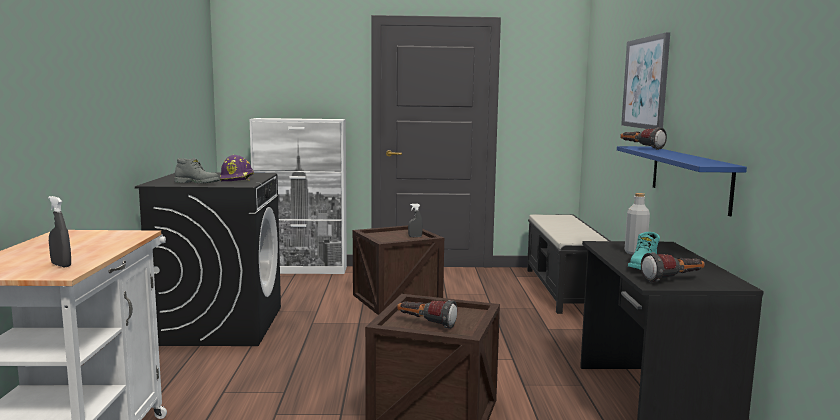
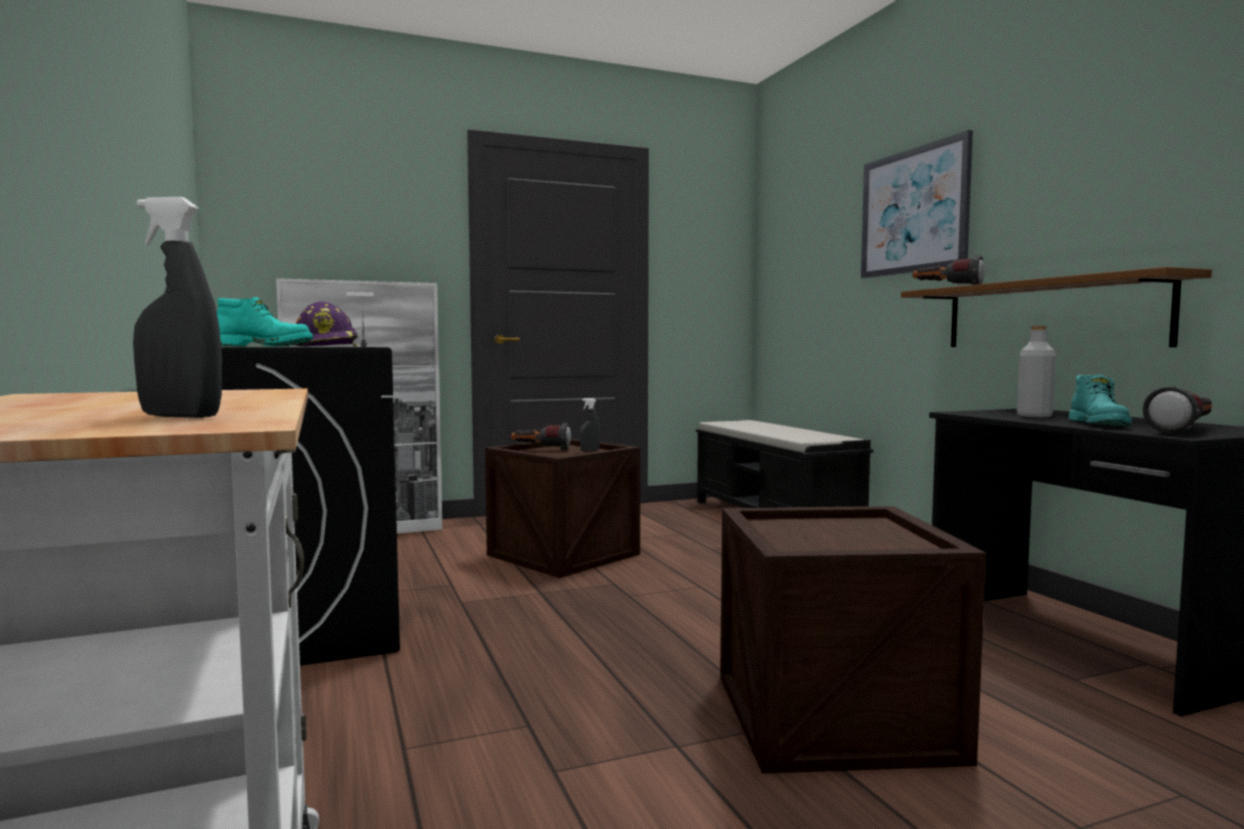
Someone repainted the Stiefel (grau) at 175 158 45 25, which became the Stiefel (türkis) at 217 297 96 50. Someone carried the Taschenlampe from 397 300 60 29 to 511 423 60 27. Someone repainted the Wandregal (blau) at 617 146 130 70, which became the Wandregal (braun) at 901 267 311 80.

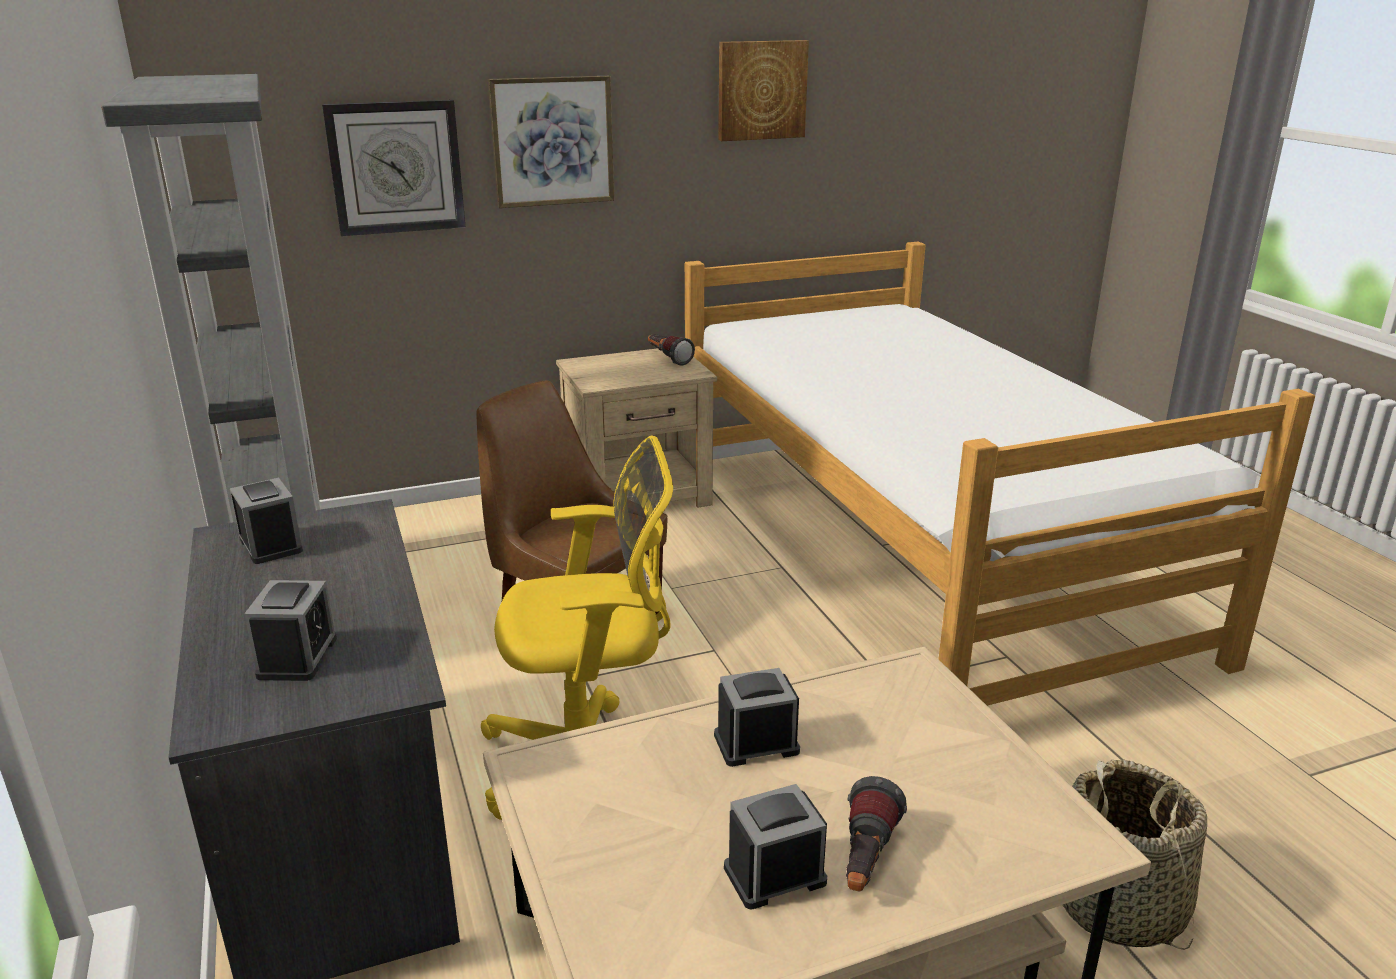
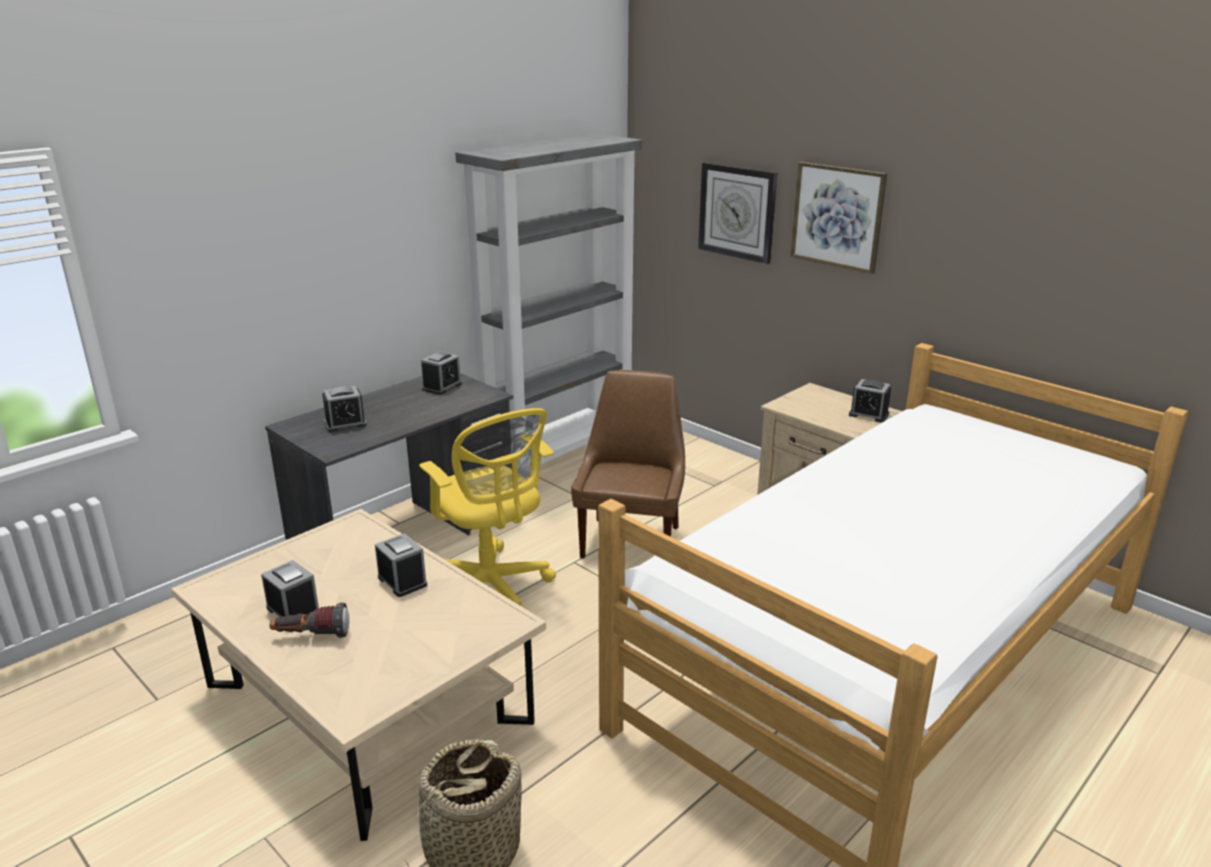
Someone swapped the Taschenlampe at 648 334 47 32 for the Wecker at 849 379 42 44. Someone took away the Bild at 718 40 91 101.

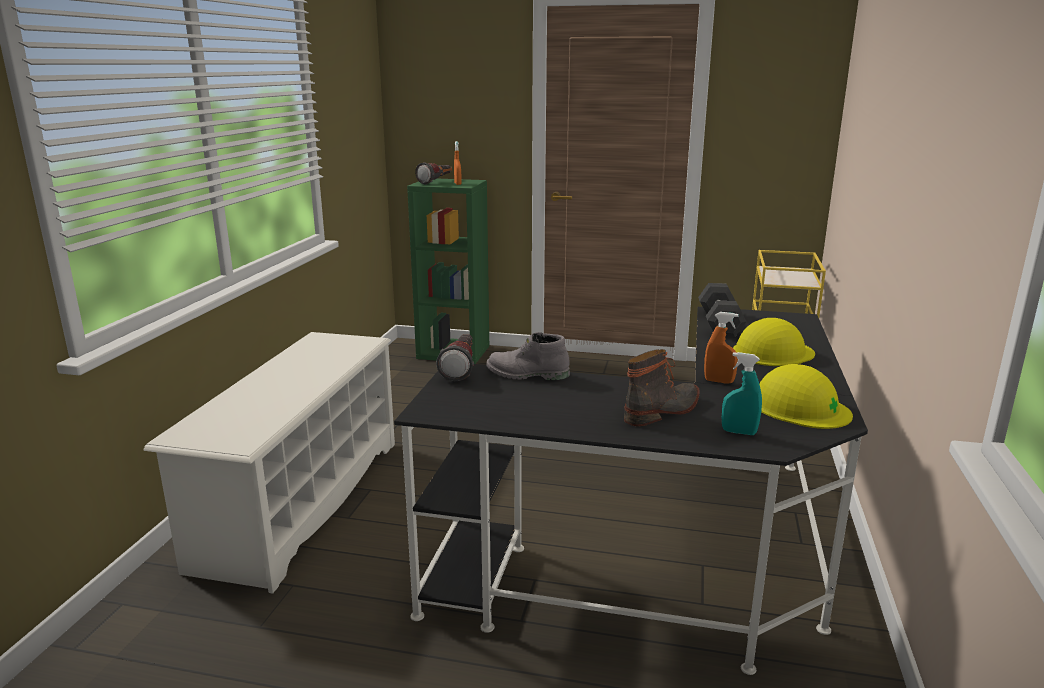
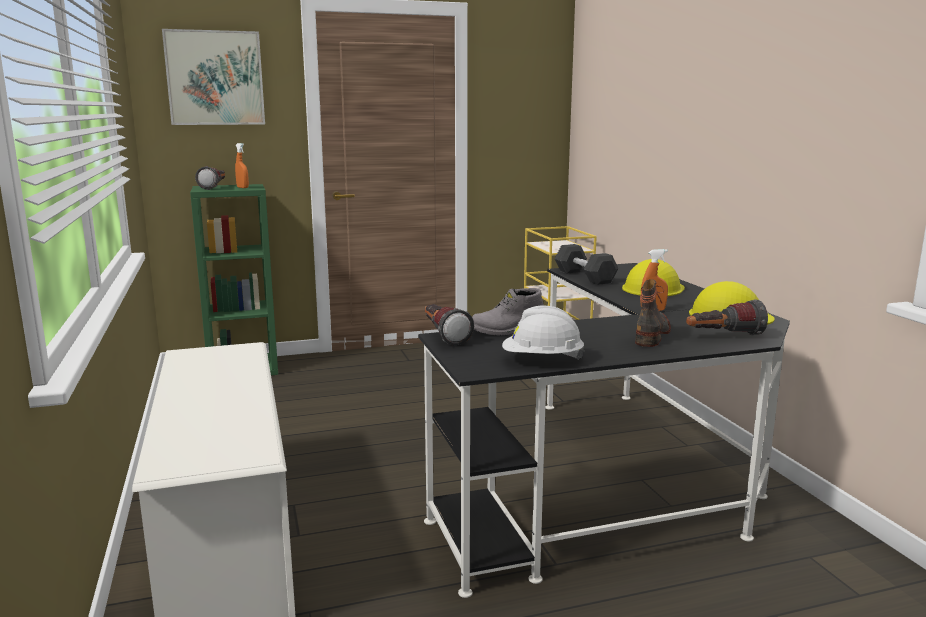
Someone swapped the Sprühflasche (türkis) at 722 352 40 83 for the Taschenlampe at 686 299 82 36. Someone put up the Bild at 162 29 103 96. Someone put down the Schutzhelm (weiß) at 502 305 83 55.

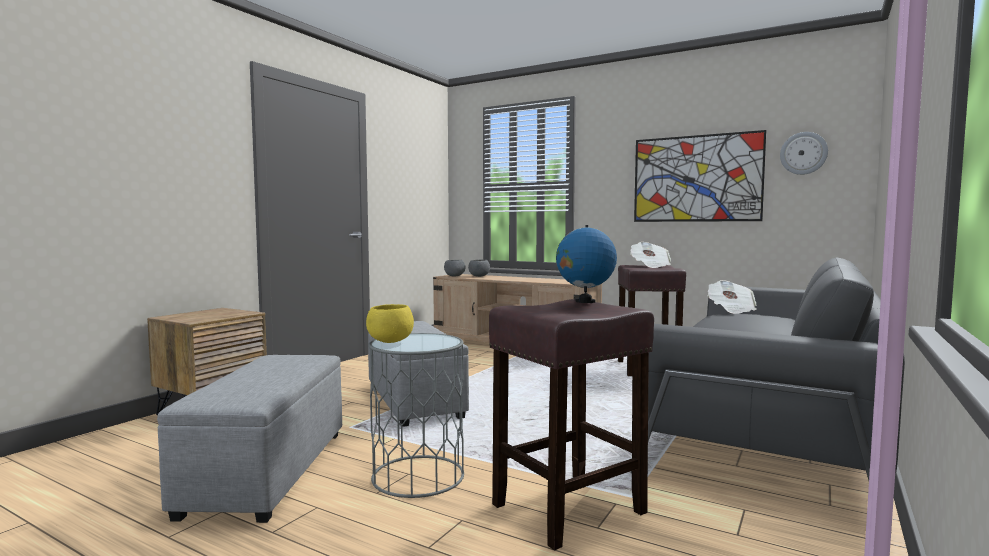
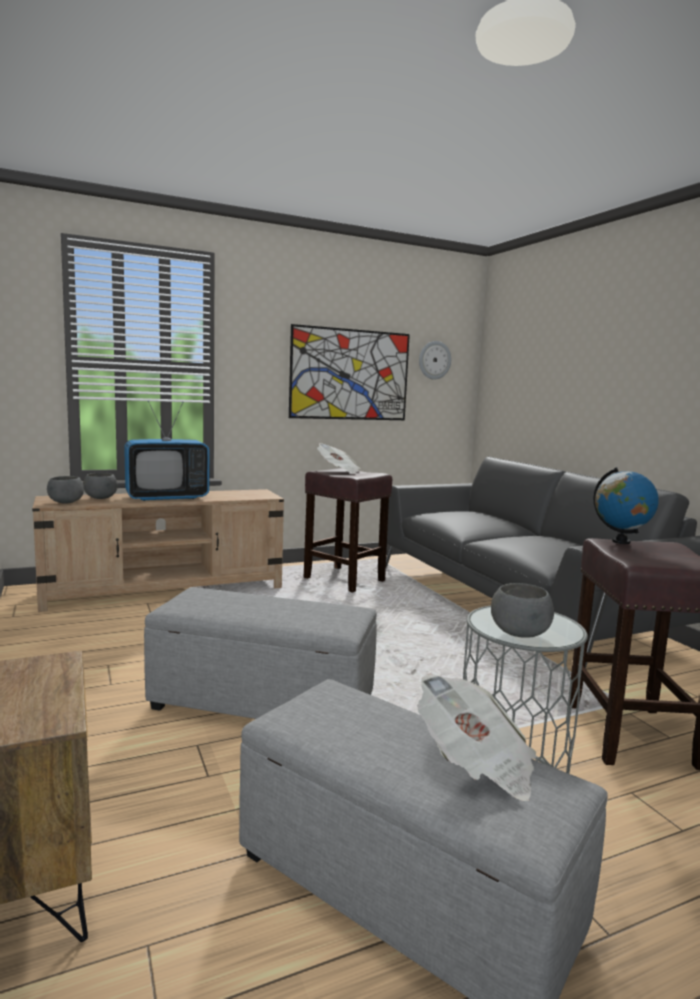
Someone repainted the Schüssel (gelb) at 366 304 48 39, which became the Schüssel (grau) at 491 583 63 55. Someone carried the Zeitung from 708 280 49 34 to 417 674 119 127. Someone put down the Fernseher at 124 401 85 100.

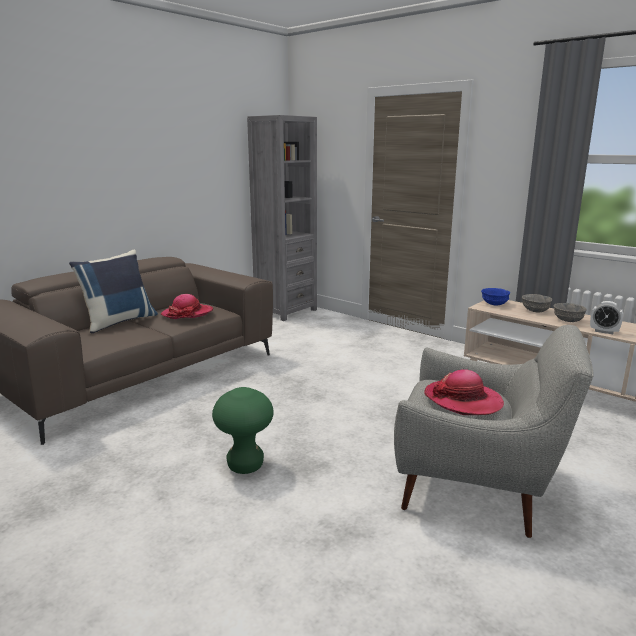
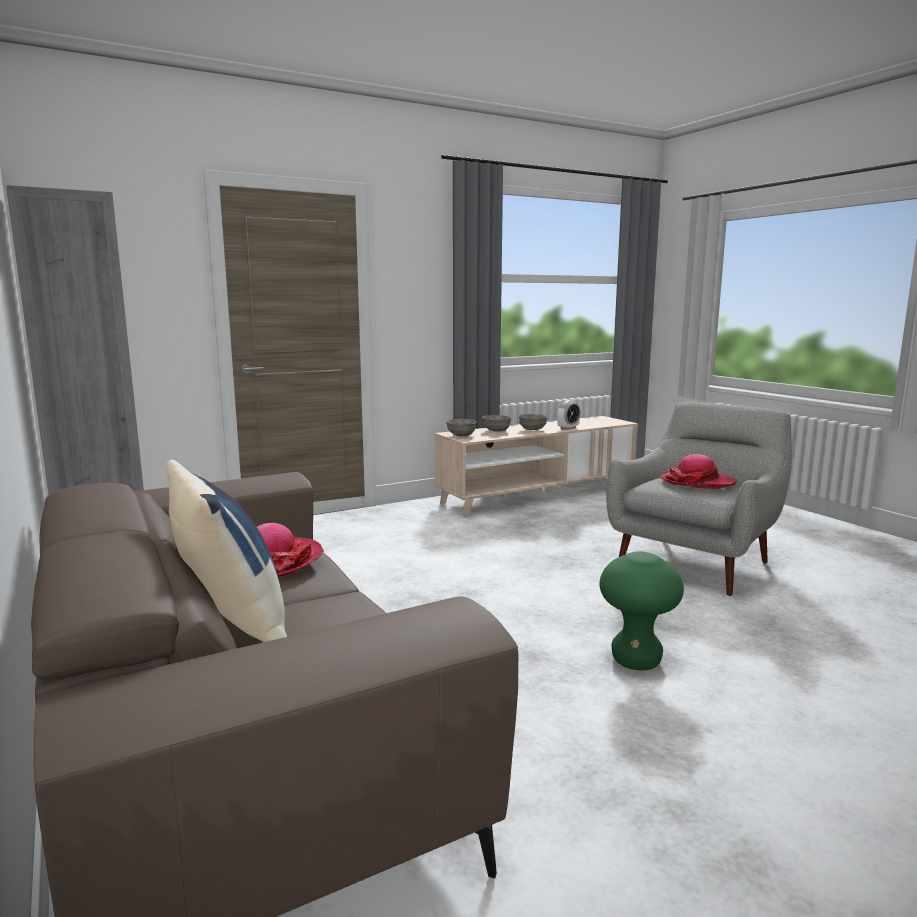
Someone repainted the Schüssel (blau) at 481 288 29 18, which became the Schüssel (grau) at 446 419 30 17.

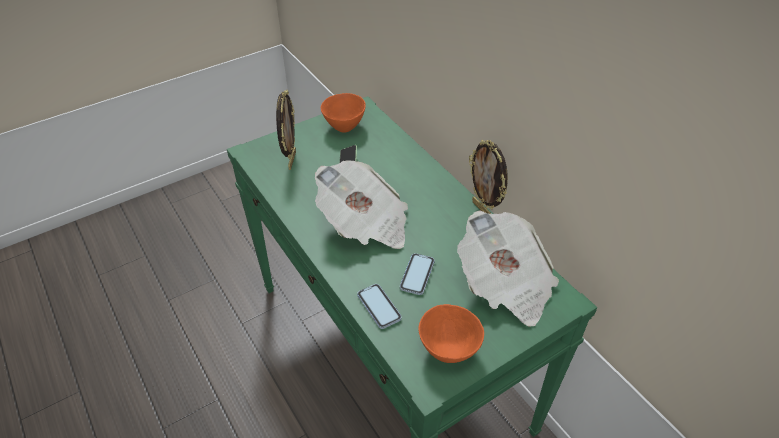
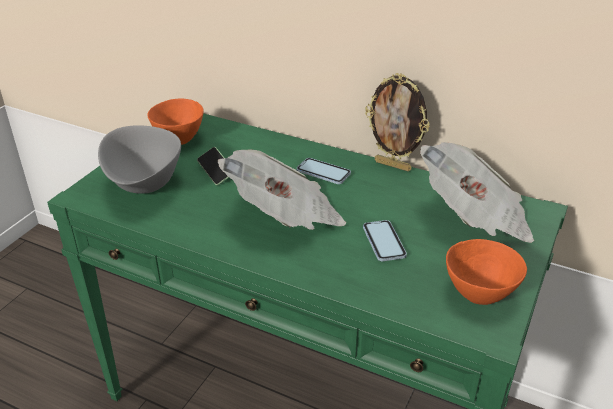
Someone swapped the Bilderrahmen at 276 90 20 80 for the Schüssel (grau) at 98 125 83 69. Someone carried the Handy from 357 284 45 45 to 297 158 54 26.

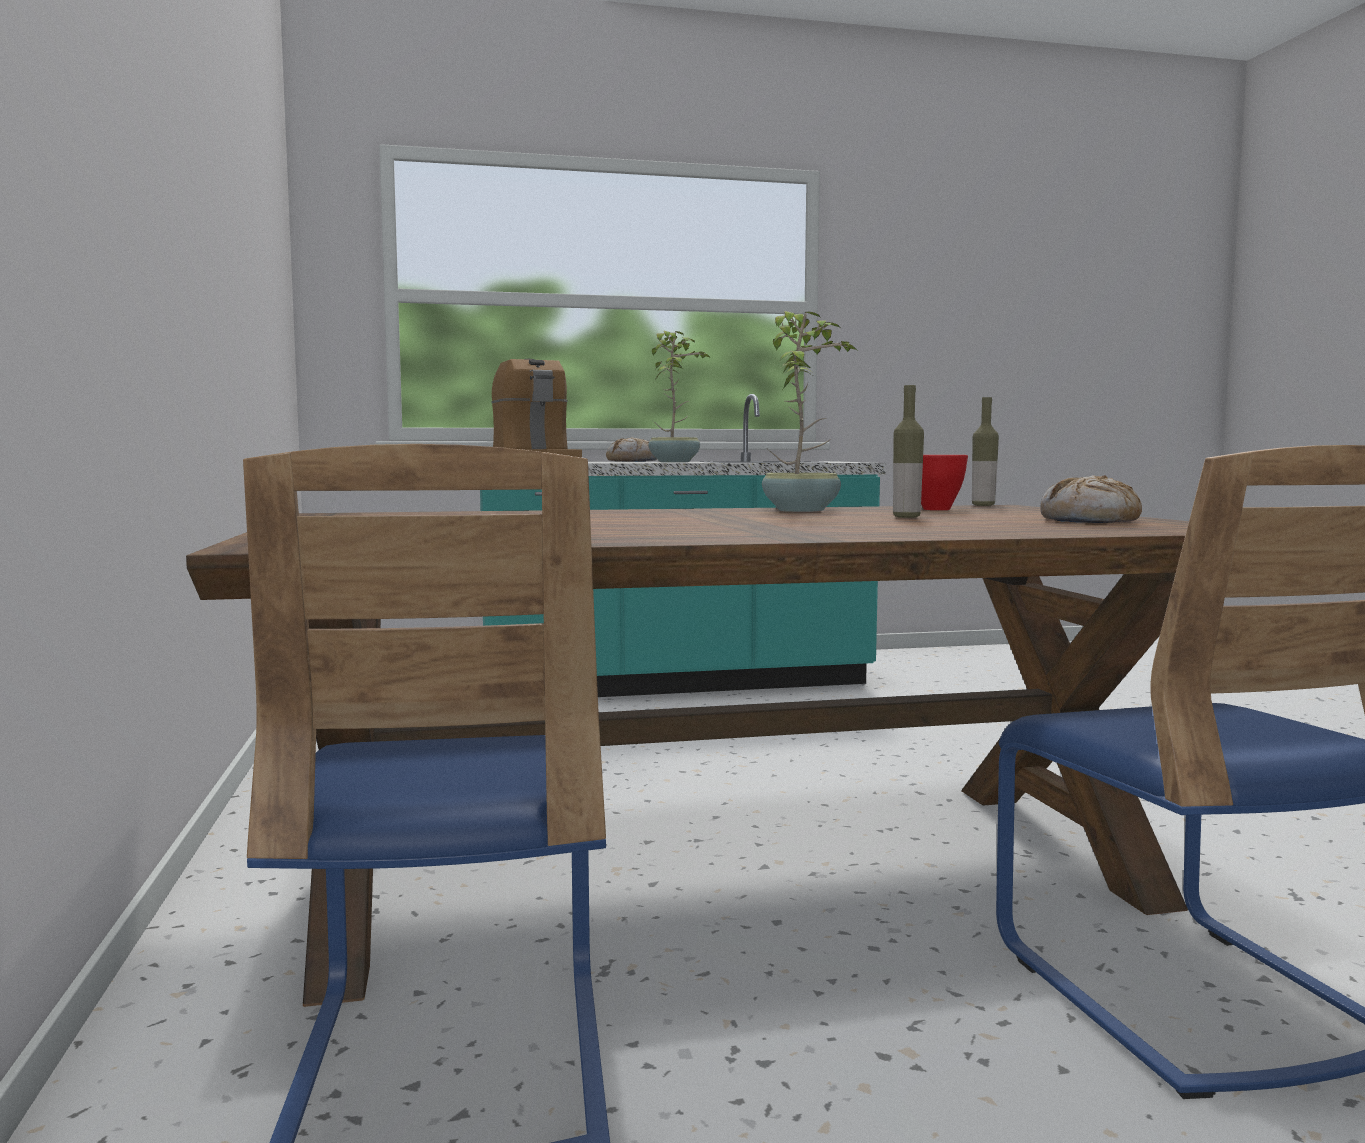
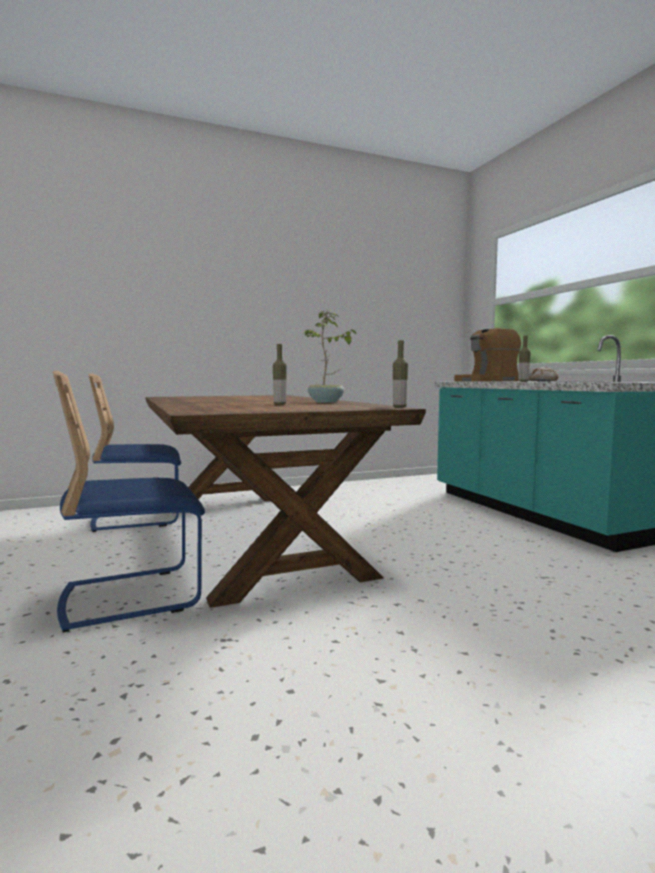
Someone swapped the Topfpflanze at 648 330 63 132 for the Flasche at 518 336 13 46. Someone took away the Schüssel (rot) at 921 455 47 55. Someone took away the Brot at 1040 475 102 48.

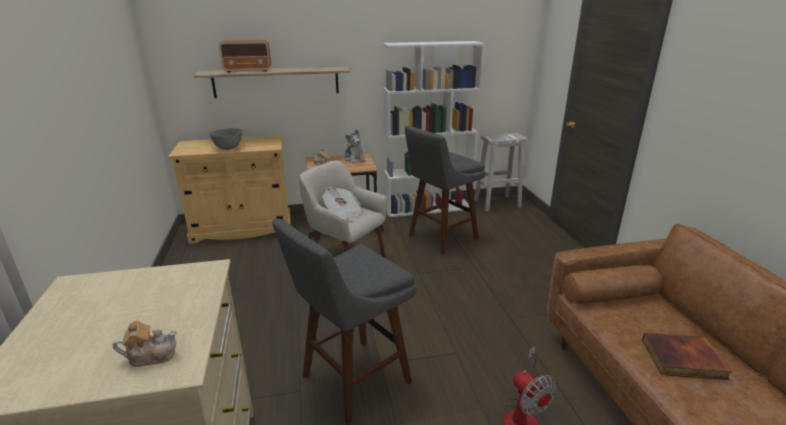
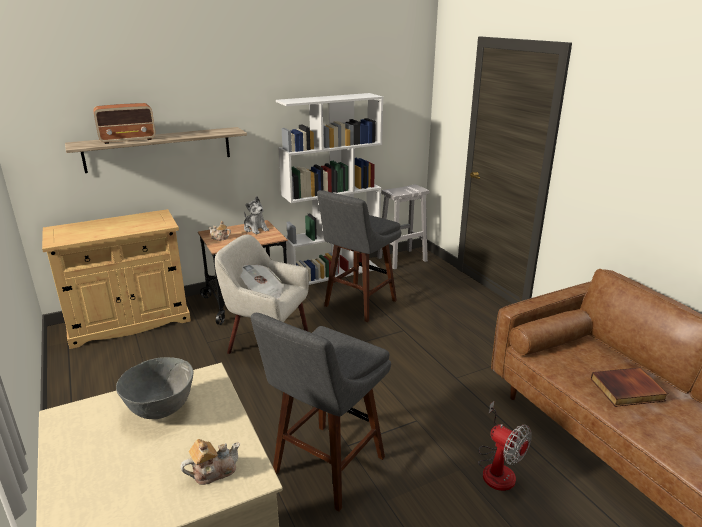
Someone carried the Schüssel (grau) from 209 128 33 22 to 116 357 77 62.

